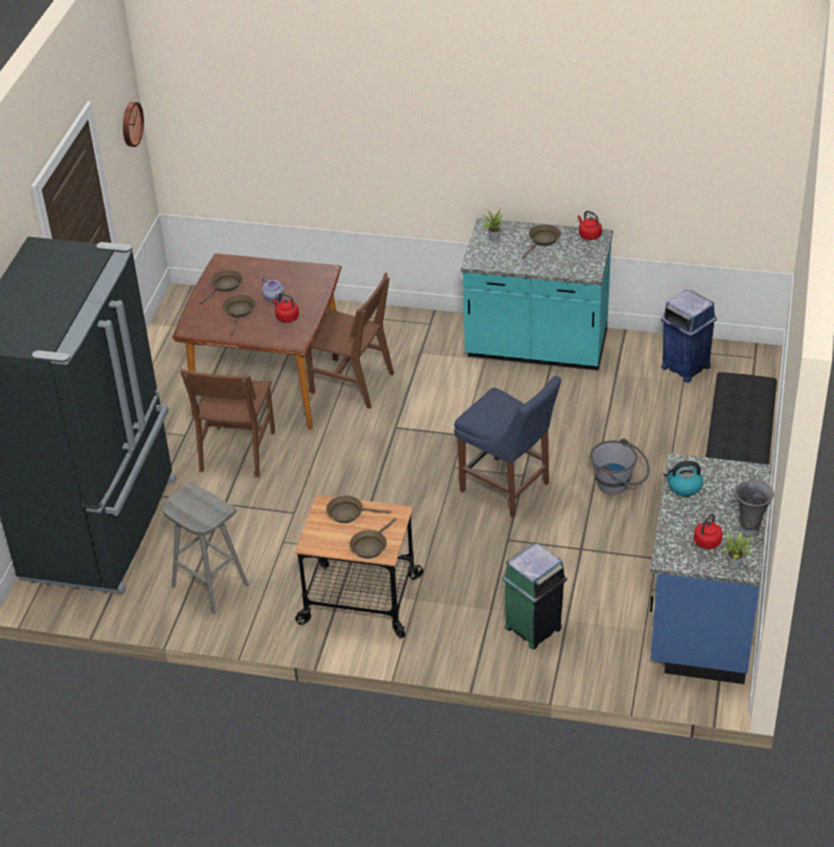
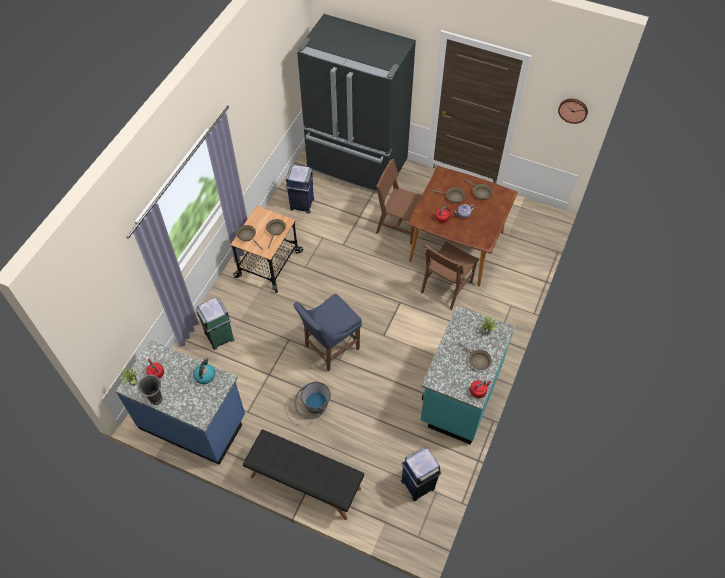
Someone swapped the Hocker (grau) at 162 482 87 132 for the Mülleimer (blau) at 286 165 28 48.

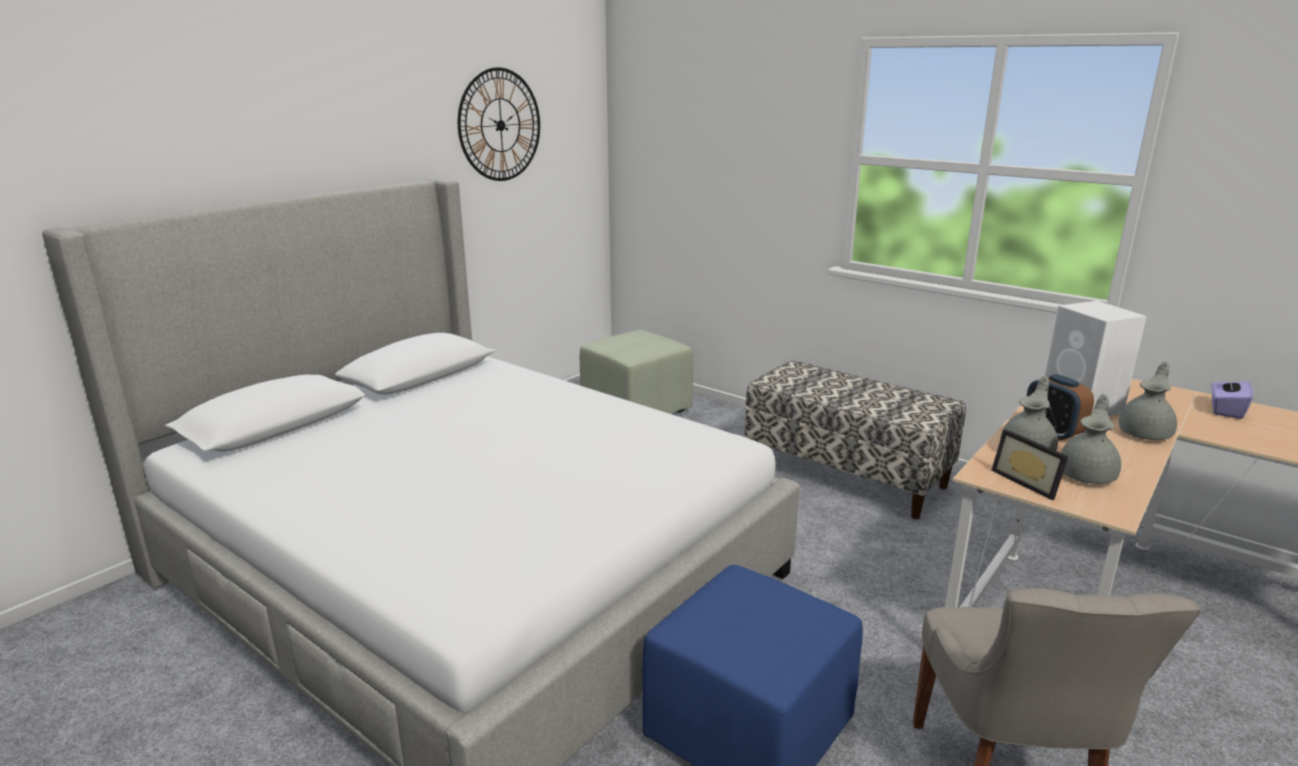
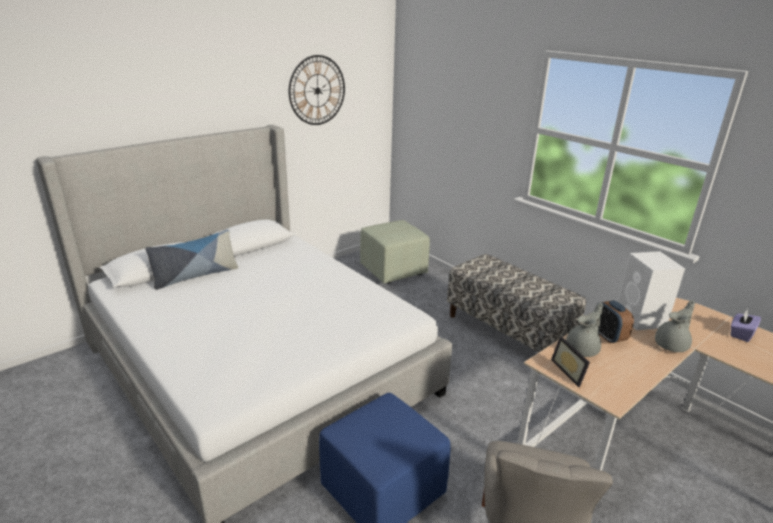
Someone took away the Teekanne (grau) at 1061 394 60 90. Someone put down the Kissen at 145 229 93 61.

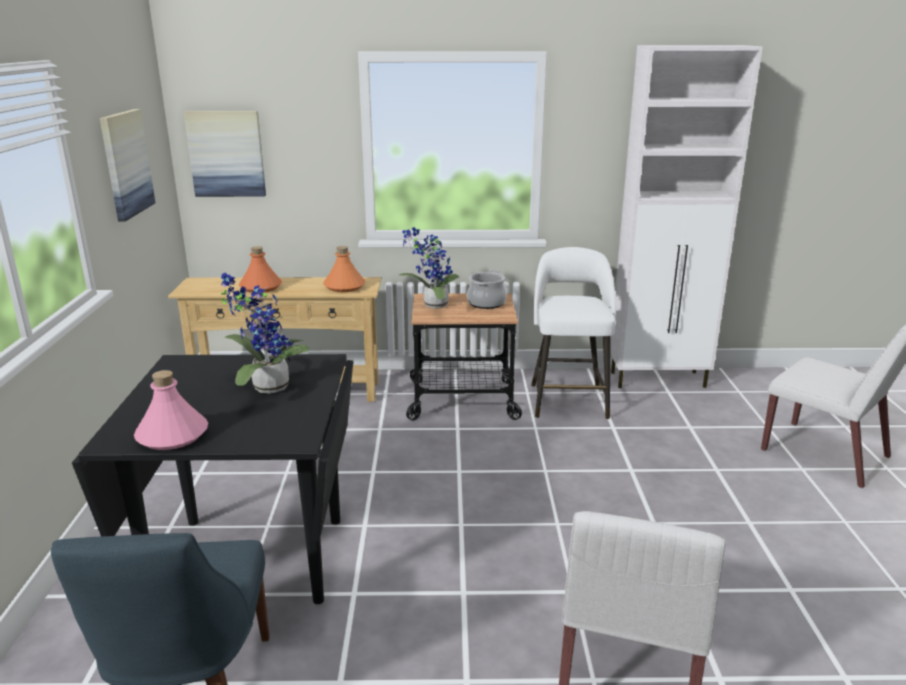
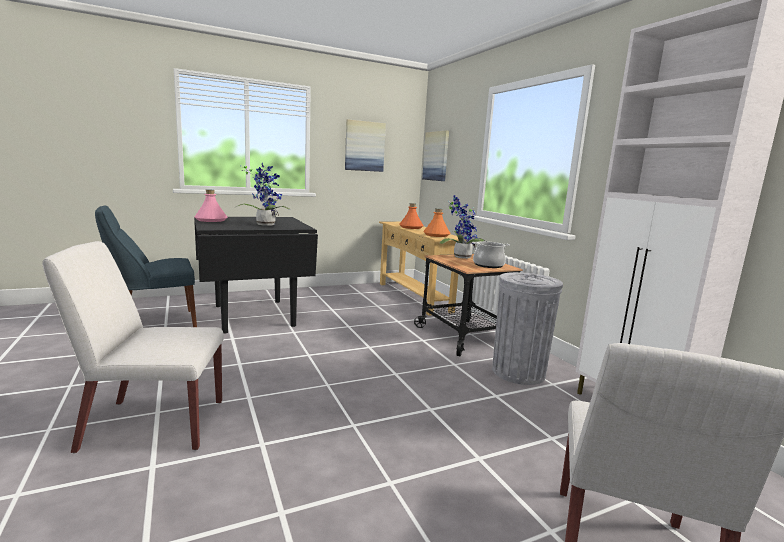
Someone swapped the Hocker (weiß) at 531 247 85 172 for the Mülleimer (grau) at 492 272 71 113.

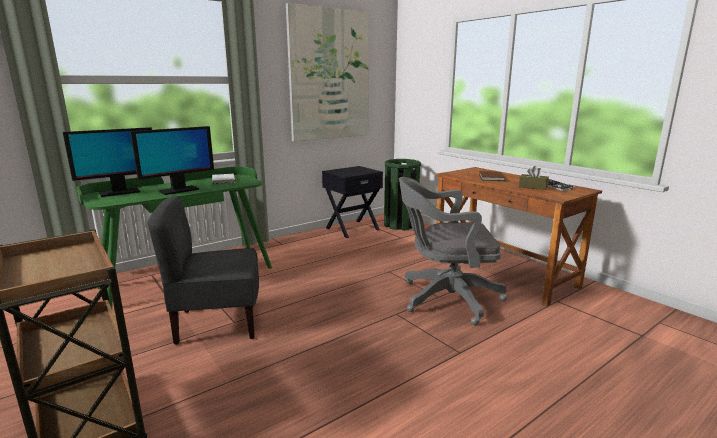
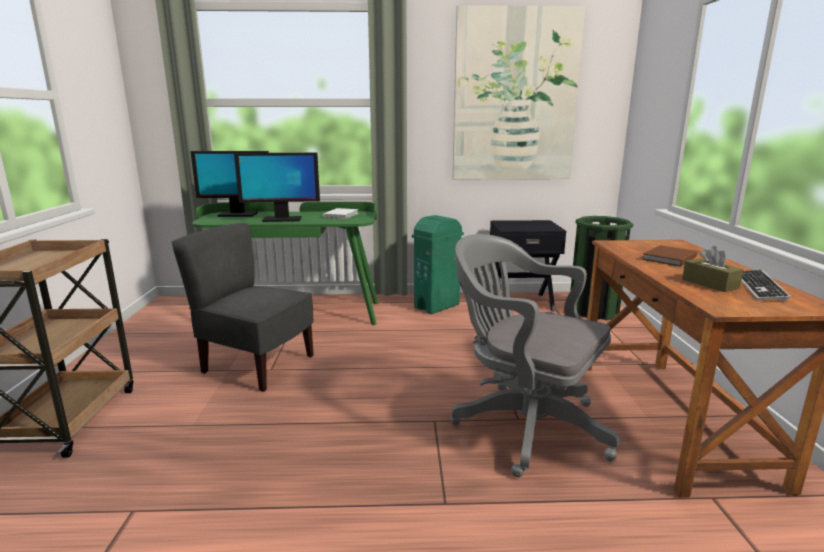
Someone put down the Mülleimer (grün) at 412 215 52 99.

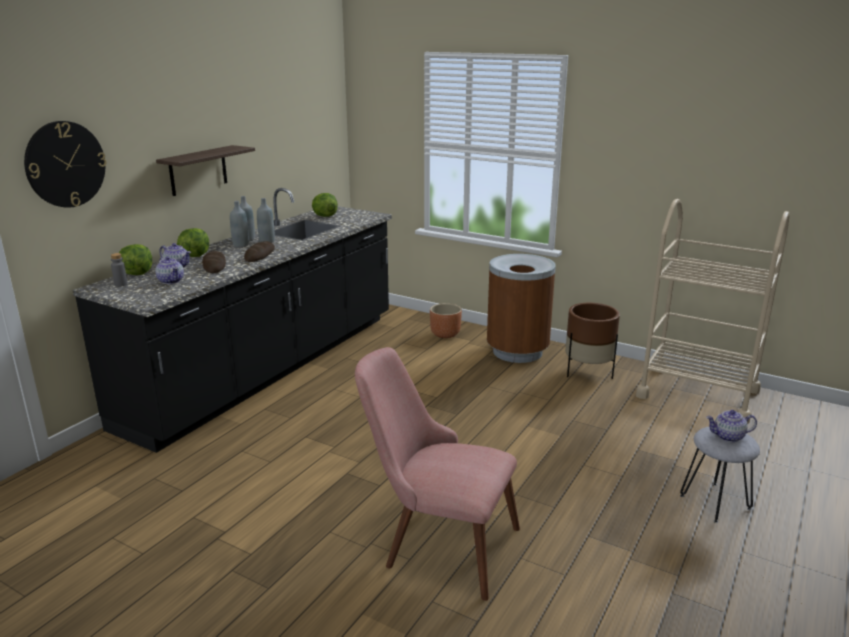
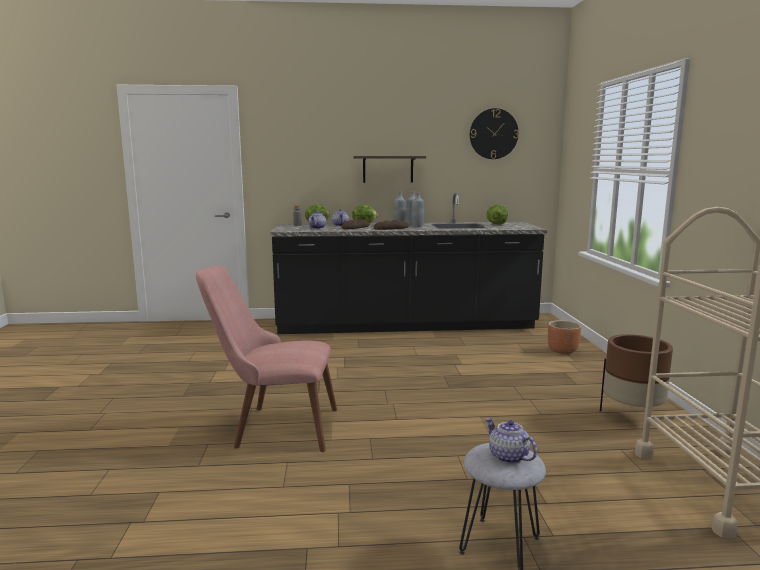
Someone carried the Wanduhr from 24 121 82 87 to 470 108 49 51. Someone rotated the Stuhl (rosa) at 355 347 165 254 by 75 degrees counterclockwise. Someone took away the Mülleimer (braun) at 487 254 69 109.

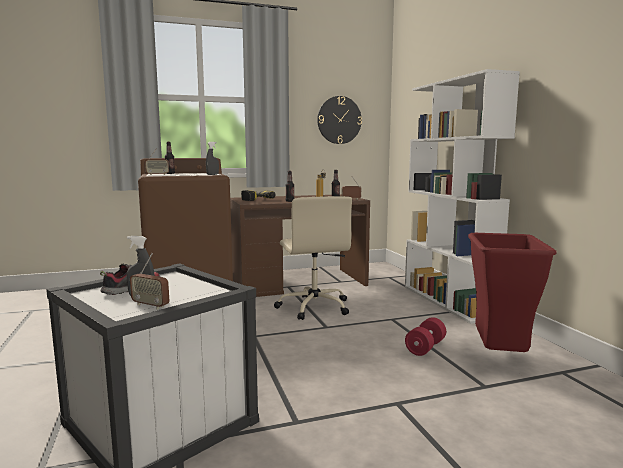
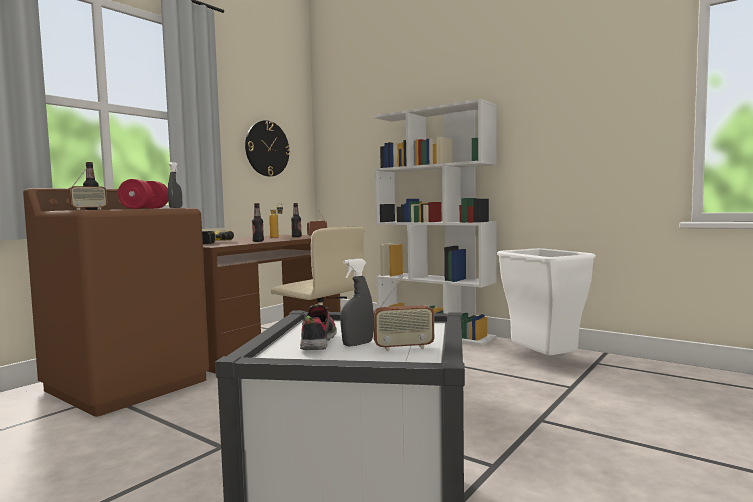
Someone carried the Hantel (rot) from 405 317 41 39 to 118 179 50 30. Someone repainted the Mülleimer (rot) at 468 233 89 119, which became the Mülleimer (weiß) at 497 248 99 108.

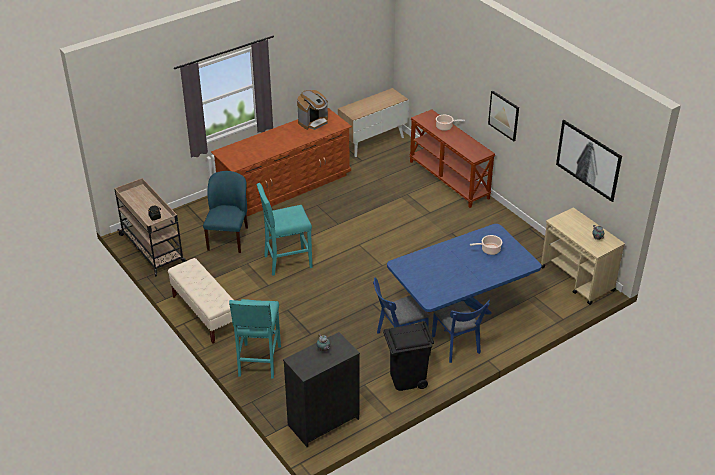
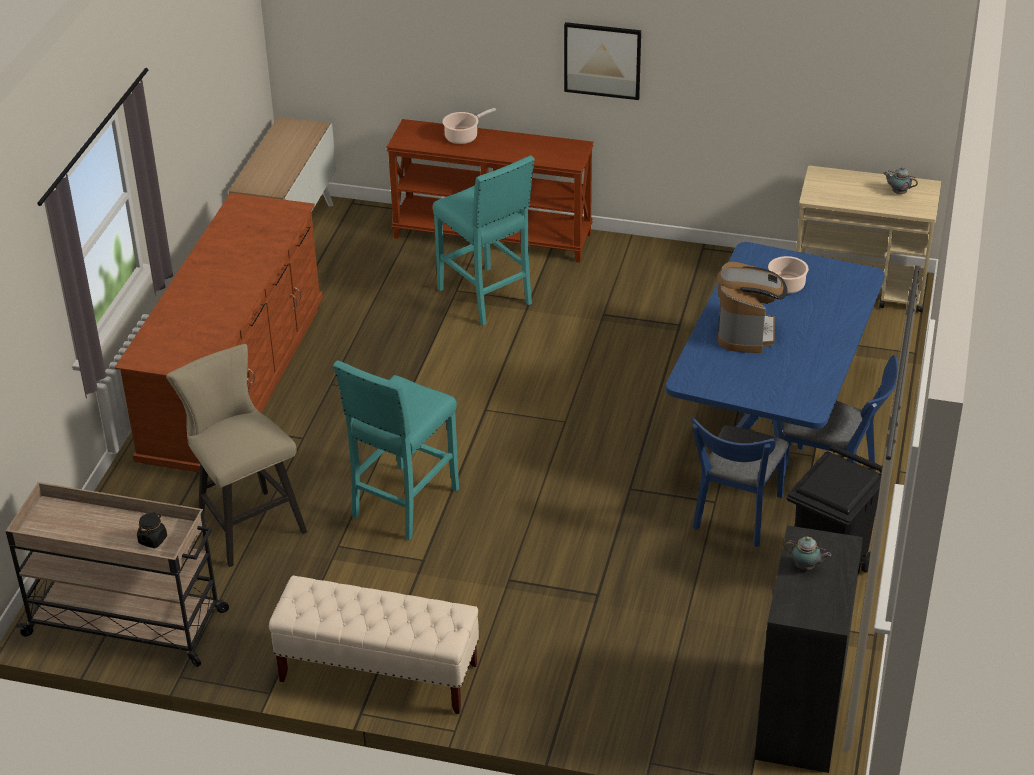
Someone swapped the Stuhl (blau) at 203 171 45 82 for the Hocker (beige) at 166 344 141 223. Someone carried the Hocker (türkis) from 229 299 52 80 to 433 155 102 170. Someone carried the Kaffeemaschine from 297 90 31 40 to 716 262 71 91. Someone took away the Bild at 556 120 66 82.

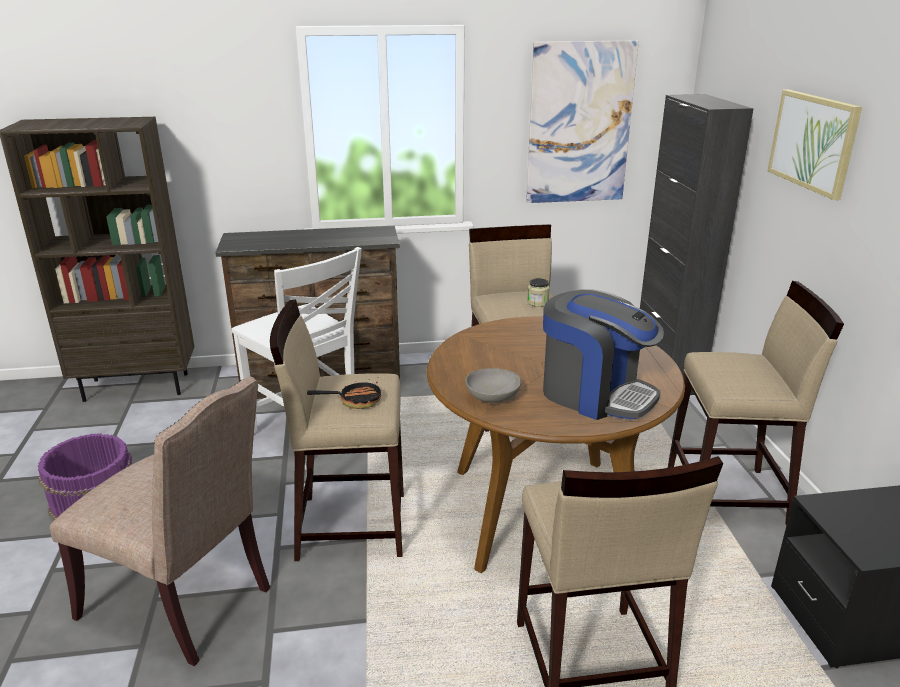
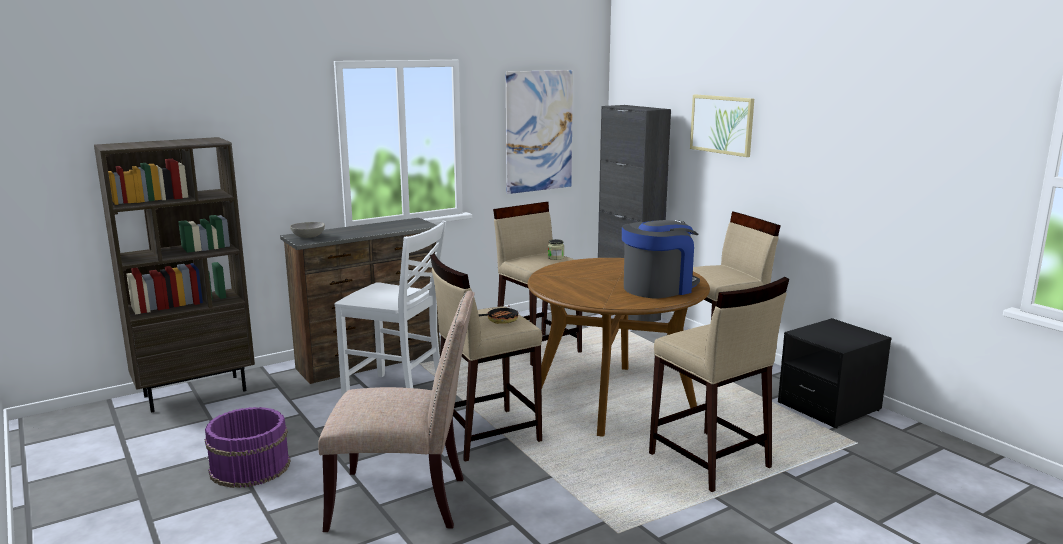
Someone carried the Schüssel (grau) from 465 368 56 35 to 290 222 35 16. Someone rotated the Kaffeemaschine at 543 289 121 131 by 45 degrees counterclockwise.

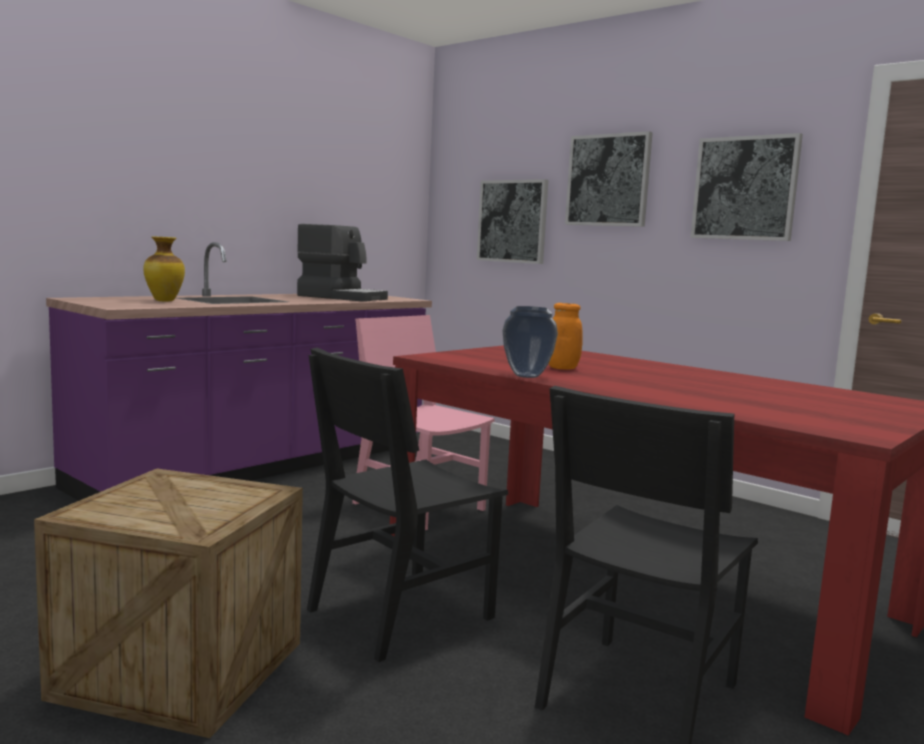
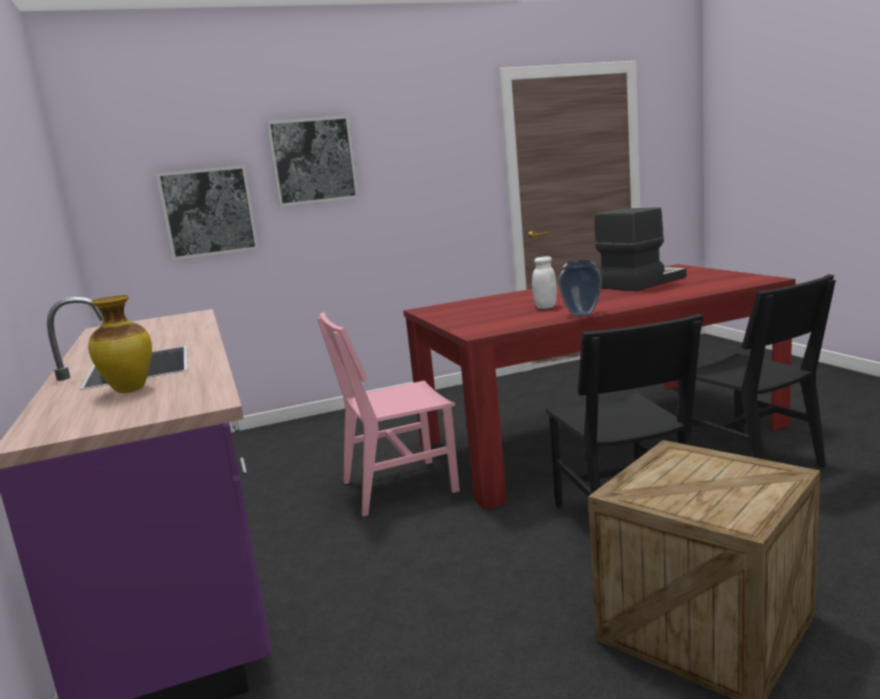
Someone carried the Kaffeemaschine from 297 224 91 78 to 594 207 93 84. Someone repainted the Vorratsglas (orange) at 549 303 34 67, which became the Vorratsglas (weiß) at 532 256 25 53. Someone took away the Bild at 691 133 112 108.

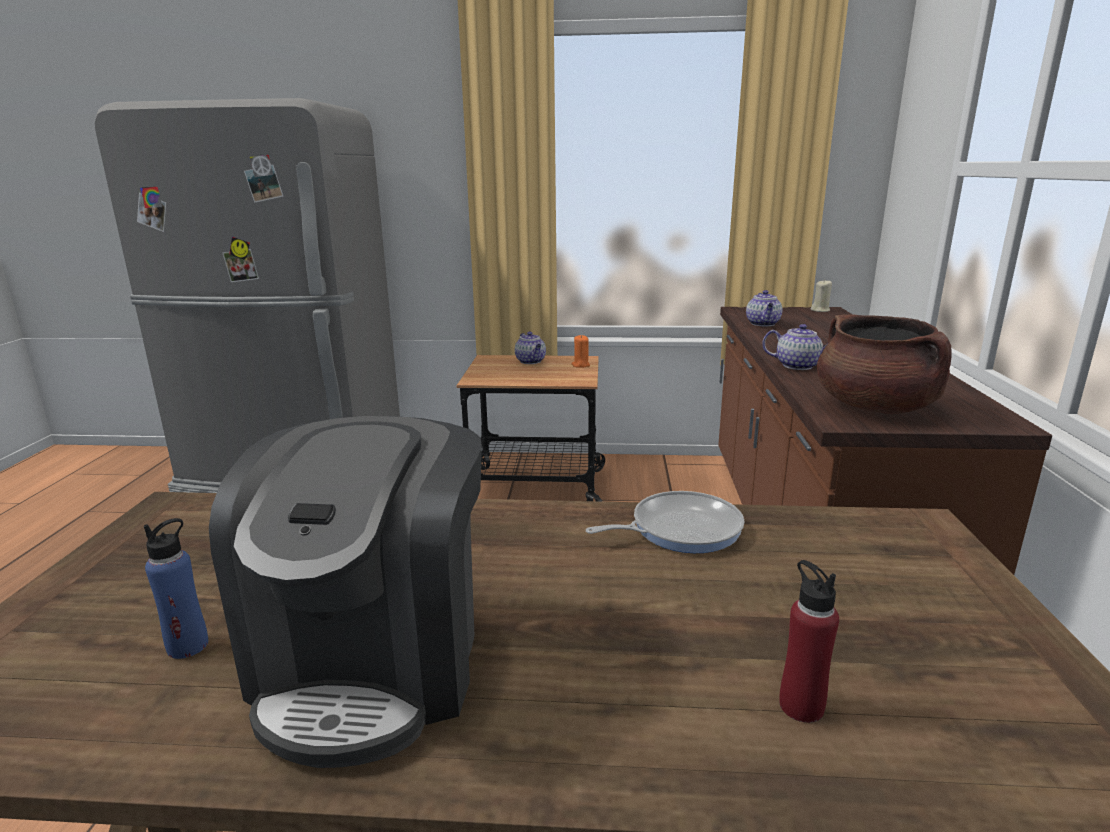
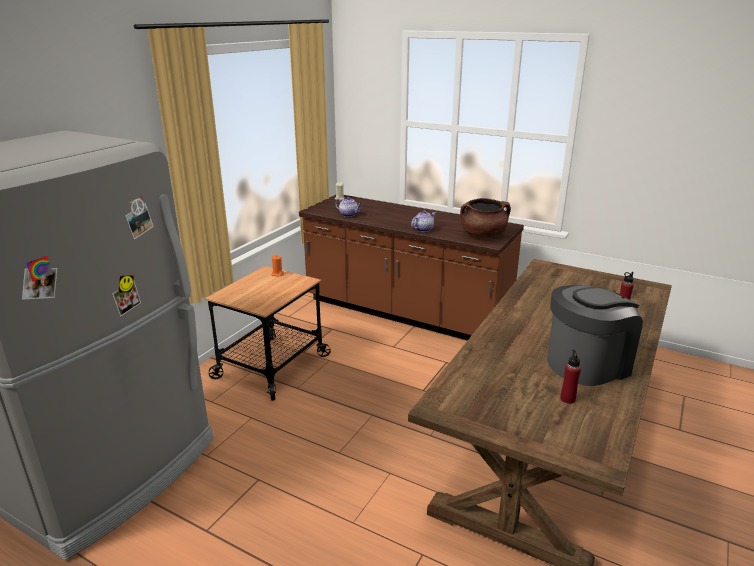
Someone repainted the Flasche (blau) at 144 518 64 141, which became the Flasche (rot) at 560 350 21 54. Someone rotated the Kaffeemaschine at 209 416 273 352 by 60 degrees counterclockwise. Someone took away the Teekanne at 515 332 31 32. Someone took away the Pfanne at 586 491 158 62.

